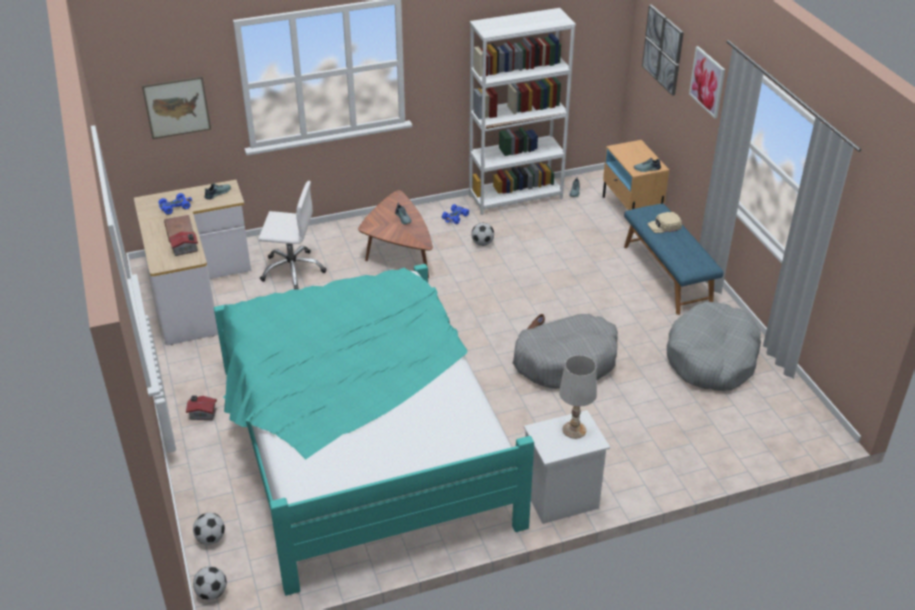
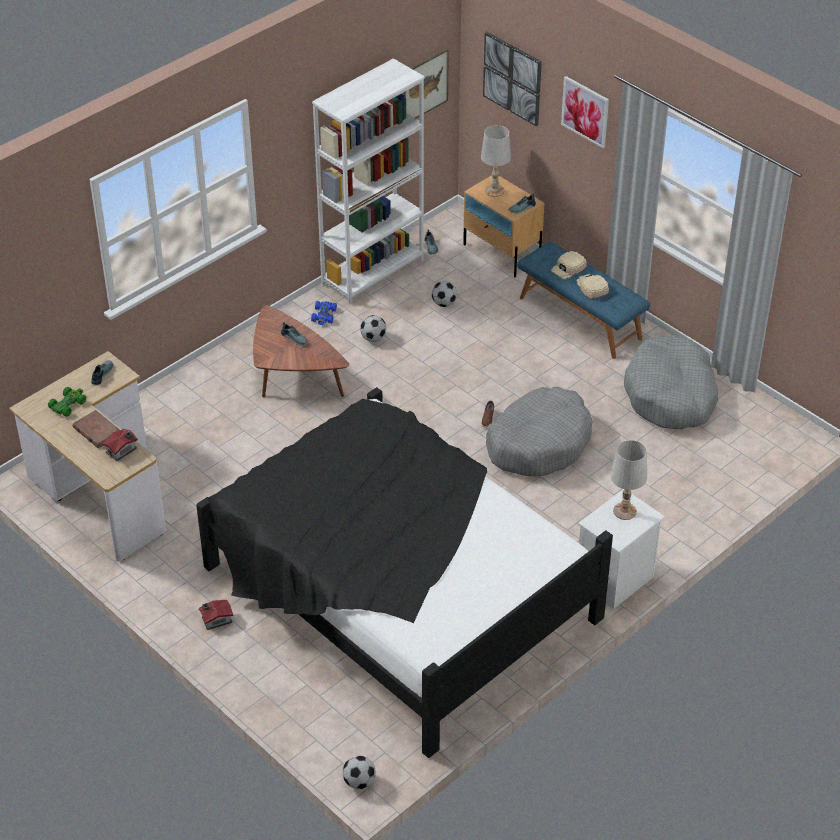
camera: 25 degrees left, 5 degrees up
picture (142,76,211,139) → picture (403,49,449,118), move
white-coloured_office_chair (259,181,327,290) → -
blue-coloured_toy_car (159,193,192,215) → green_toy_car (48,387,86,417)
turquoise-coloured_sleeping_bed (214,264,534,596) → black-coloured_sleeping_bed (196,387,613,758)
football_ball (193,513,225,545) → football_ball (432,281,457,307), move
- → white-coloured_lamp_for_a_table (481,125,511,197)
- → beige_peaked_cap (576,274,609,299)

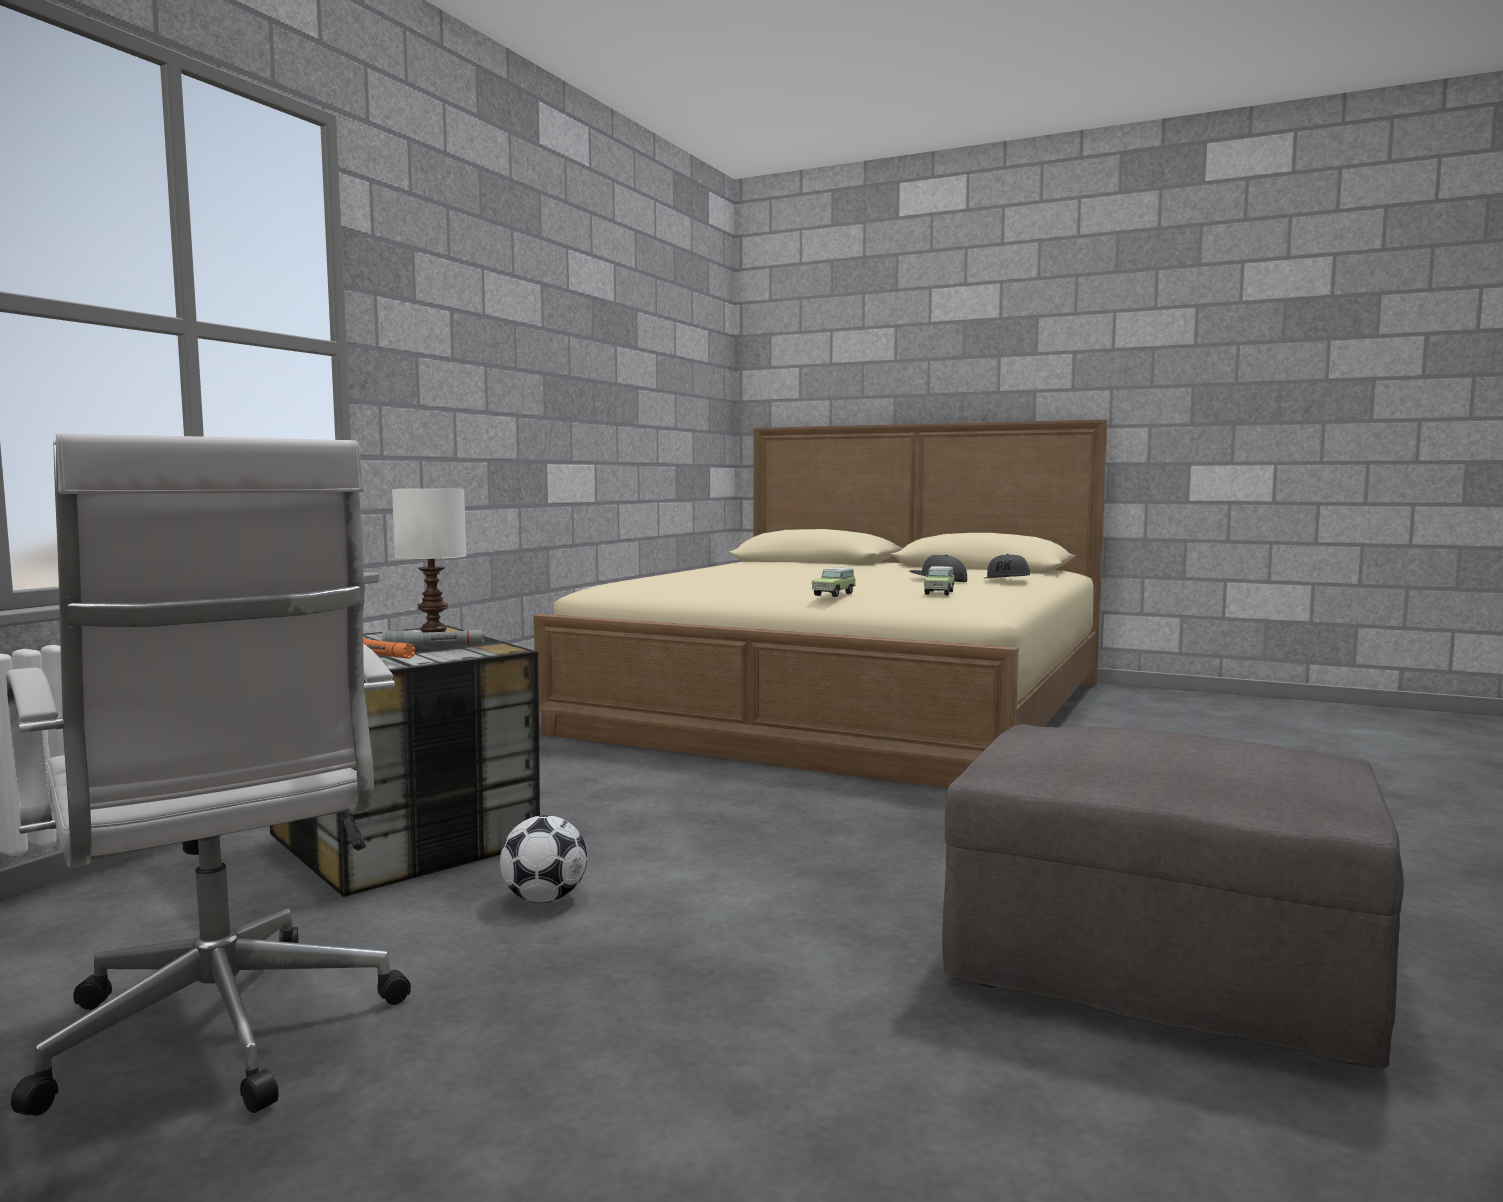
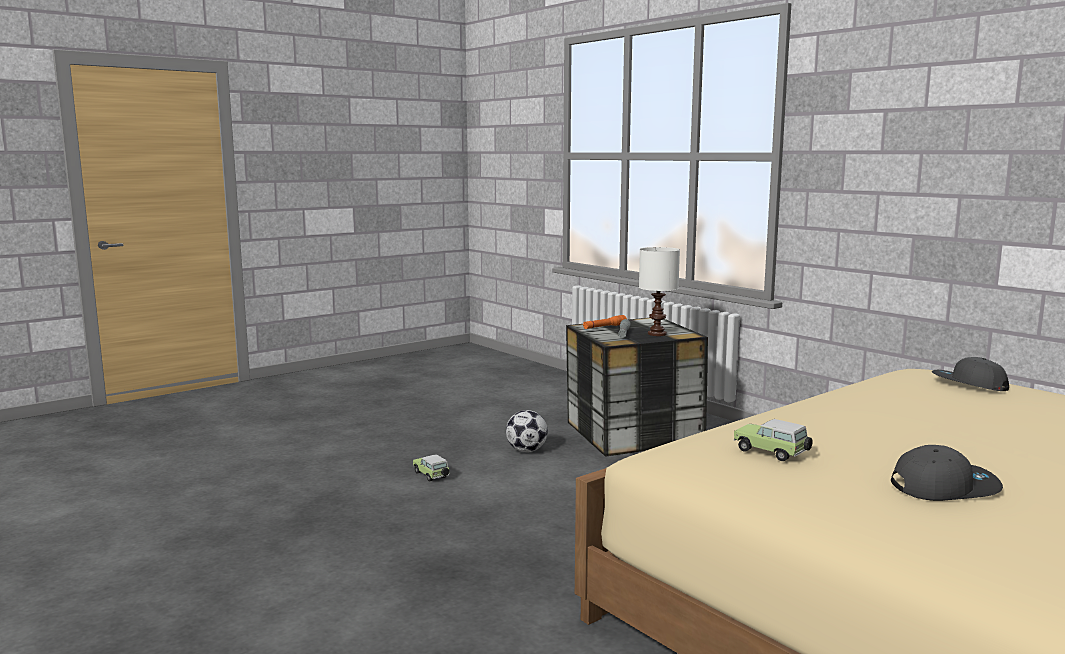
camera: 115 degrees right, 5 degrees up
white-coloured_office_chair (5,434,411,1116) → -
greyish_peaked_cap (985,554,1030,578) → greyish_peaked_cap (932,357,1009,391), move
toy_car (812,568,856,597) → toy_car (413,454,450,481), move
greyish_ottoman (942,724,1404,1069) → -

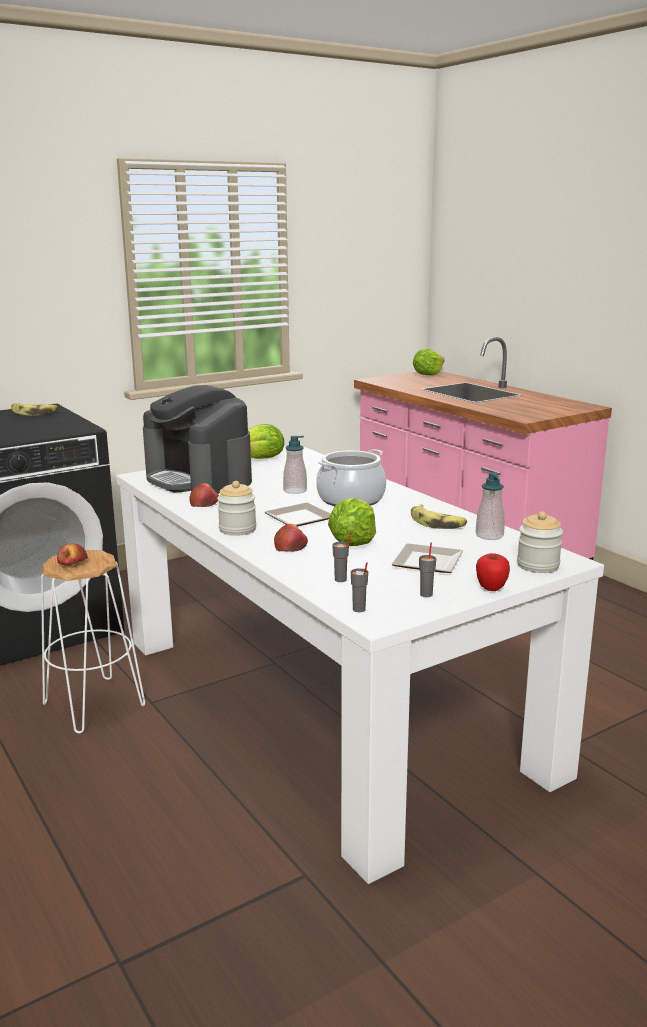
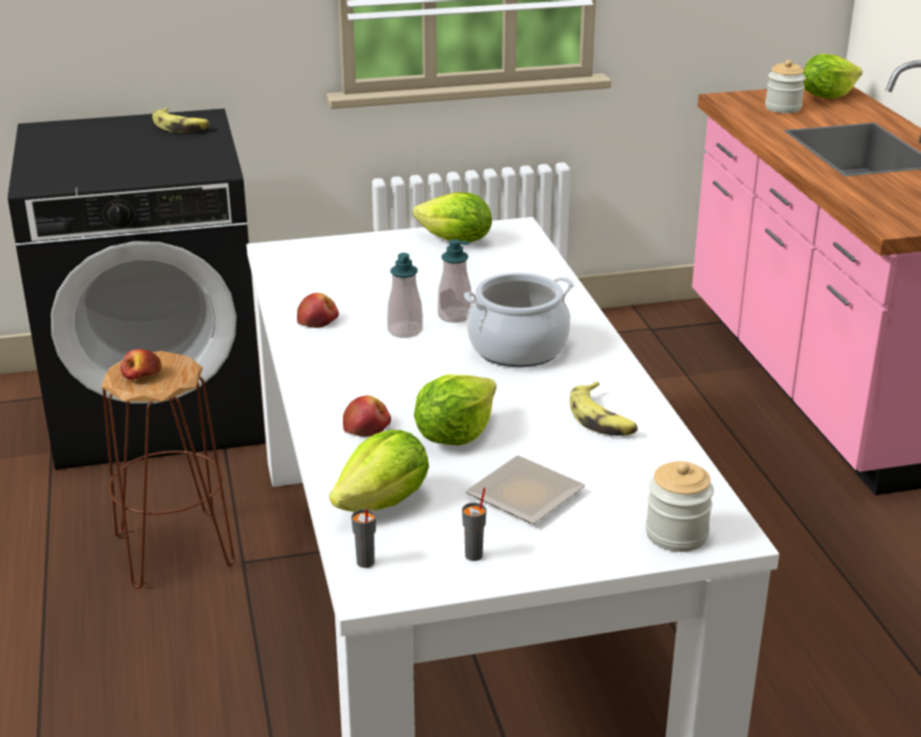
camera: 20 degrees right, 10 degrees up
coffee_brewer (143,385,252,494) → -
soap_bottle (476,472,505,540) → soap_bottle (387,253,423,338), move
preserve_jar (217,481,256,536) → preserve_jar (765,60,806,113), move
dinner_plate (265,503,330,527) → -
greyish_small_cup (332,532,352,582) → head_of_lettuce (329,430,429,512)
white-coloured_stool_seat (41,550,145,734) → brown-coloured_stool_seat (101,351,235,589)
whole_apple (476,553,510,591) → -

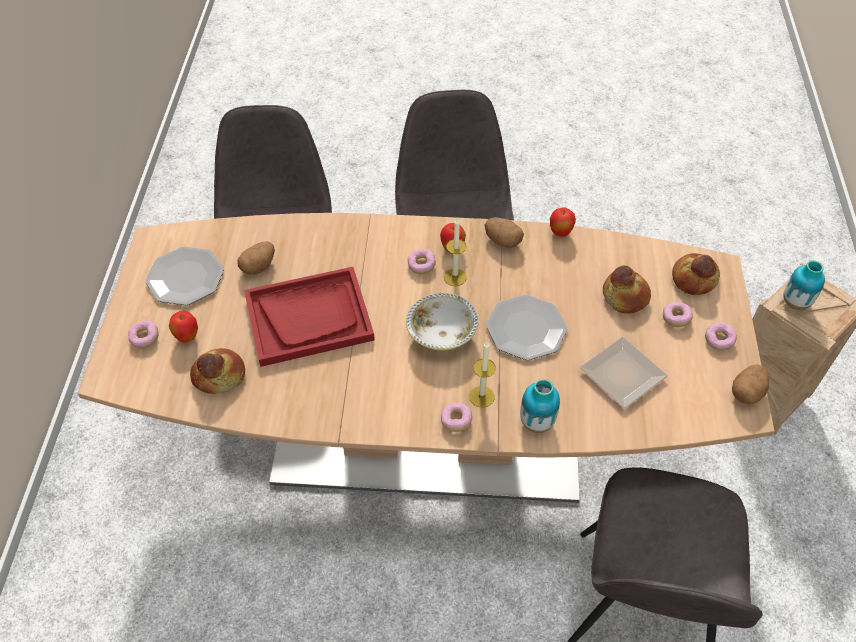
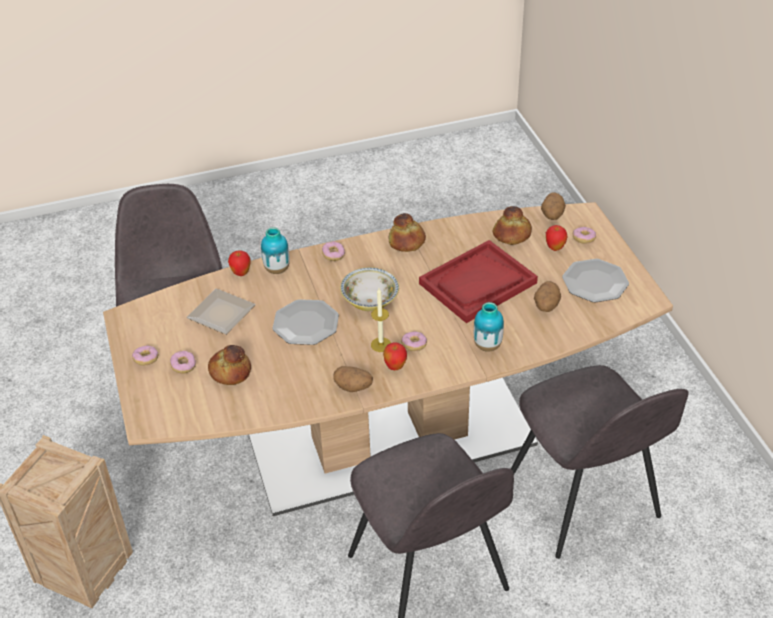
camera: 160 degrees right, 10 degrees down
whole_apple (550,207,576,237) → whole_apple (228,250,250,276), move
baked_bread (672,253,720,295) → baked_bread (389,213,426,252), move
vase (783,260,825,310) → vase (474,302,504,352), move
candle (469,342,496,407) → -
whole_potato (732,364,769,404) → whole_potato (541,192,566,220), move

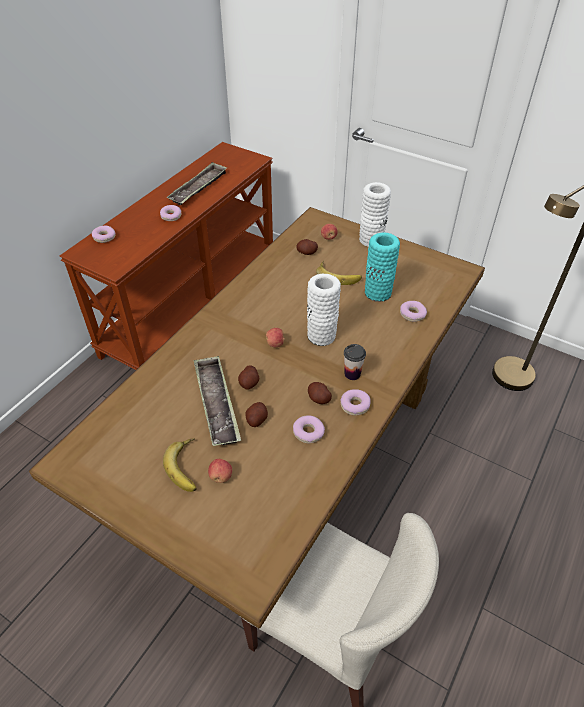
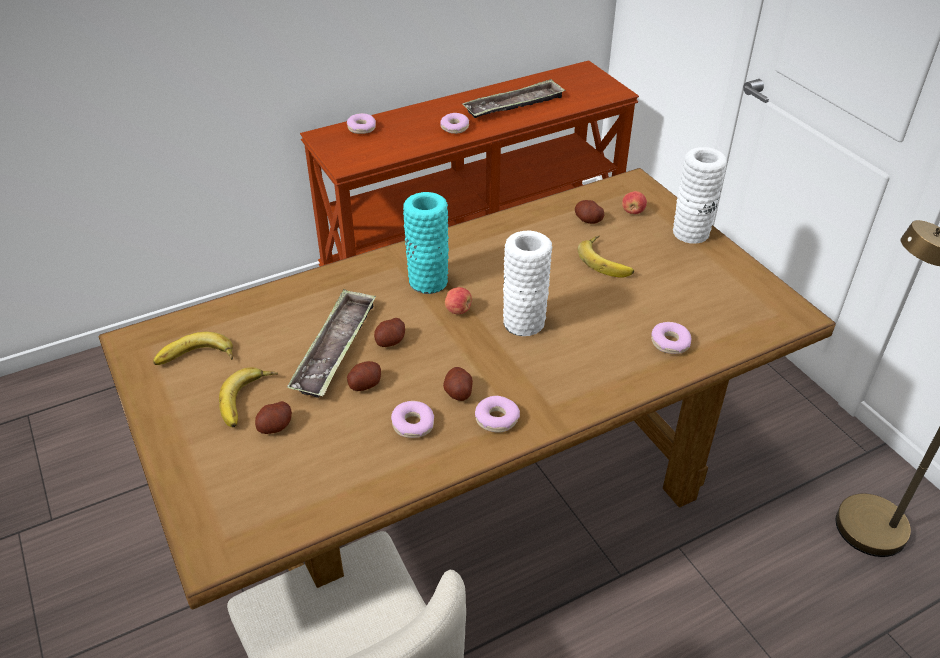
camera: 30 degrees right, 5 degrees down
turquoise-coloured_vase (365,232,400,302) → turquoise-coloured_vase (403,192,449,294), move
small_cup (344,344,366,380) → -
whole_apple (208,459,232,483) → whole_potato (255,401,292,434)
- → whole_banana (153,332,233,365)

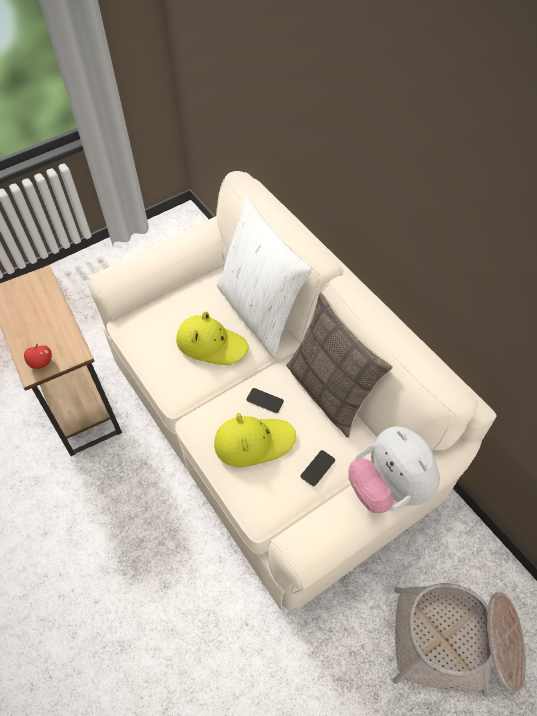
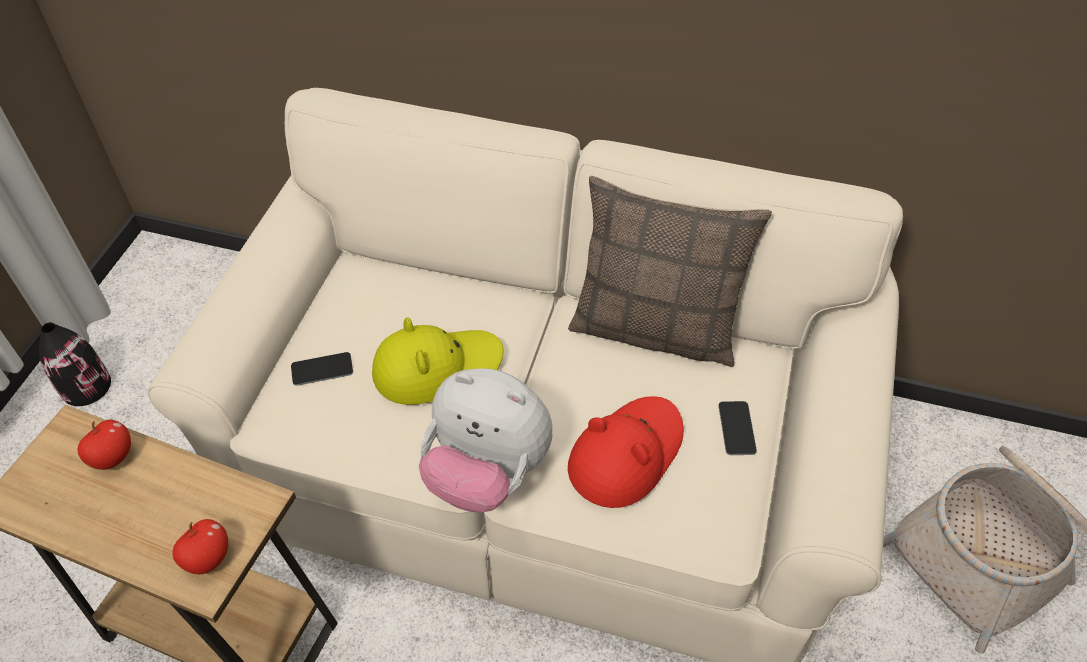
camera: 40 degrees left, 5 degrees down
white-coloured_throw_pillow (217,197,312,358) → -
phone (246,388,284,413) → phone (291,352,353,386), move
yellow_clothing_hat (214,413,296,467) → red_clothing_hat (568,396,684,508)
cuddly_toy (349,426,440,513) → cuddly_toy (419,368,553,513), move
- → black-coloured_vase (39,323,111,406)
- → whole_apple (78,420,131,470)

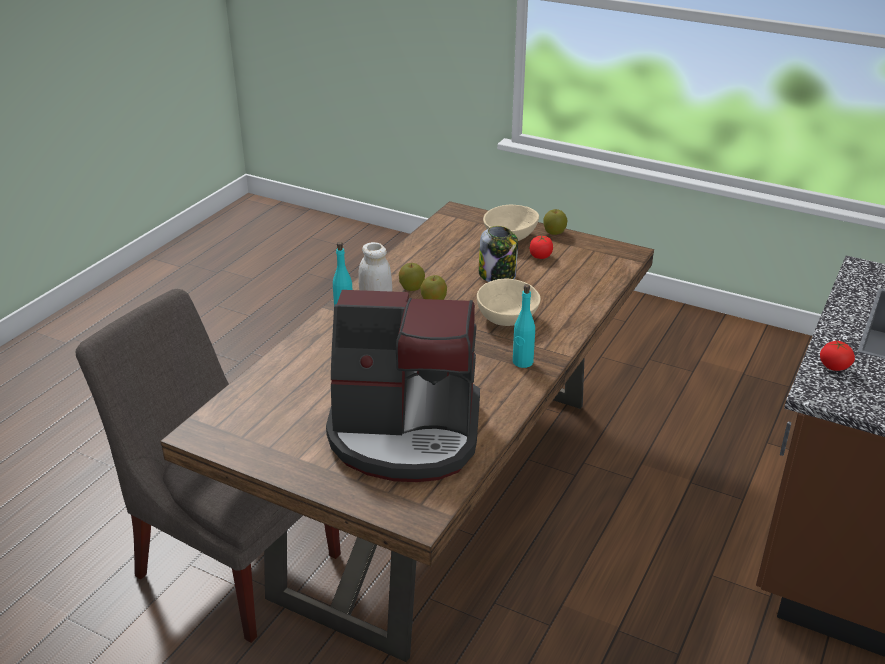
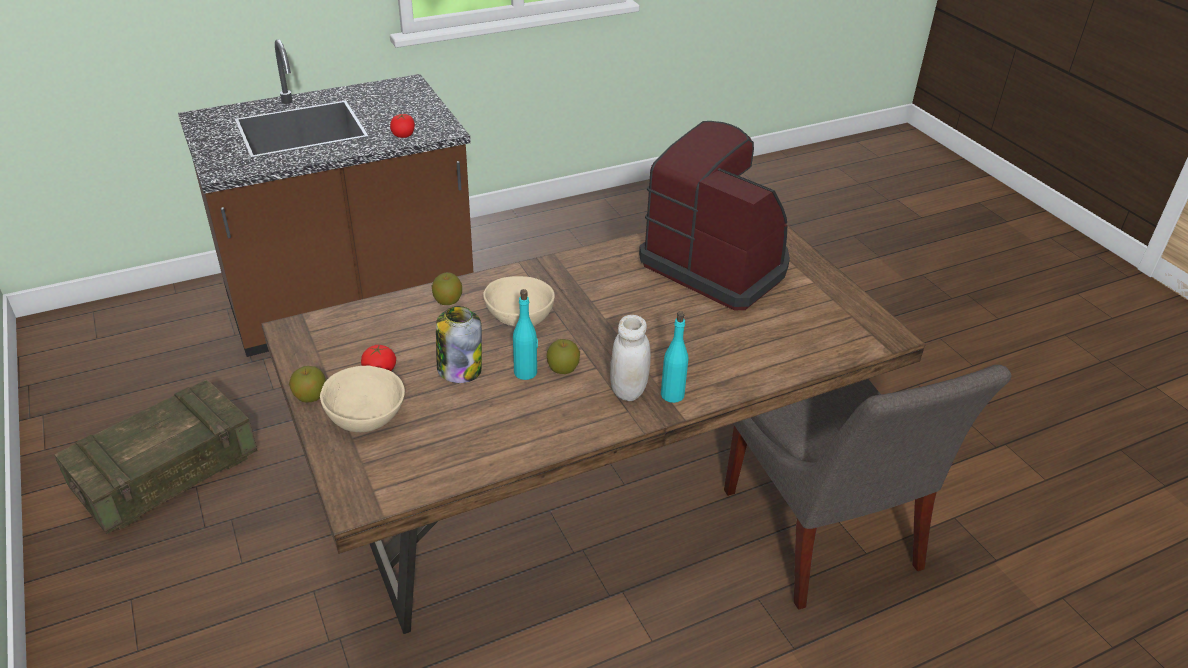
camera: 145 degrees left, 5 degrees up
whole_apple (399,263,425,291) → whole_apple (432,272,462,305), move
turquoise-coloured_drink_bottle (513,284,535,368) → turquoise-coloured_drink_bottle (513,289,538,380), move
- → crate (54,379,257,534)

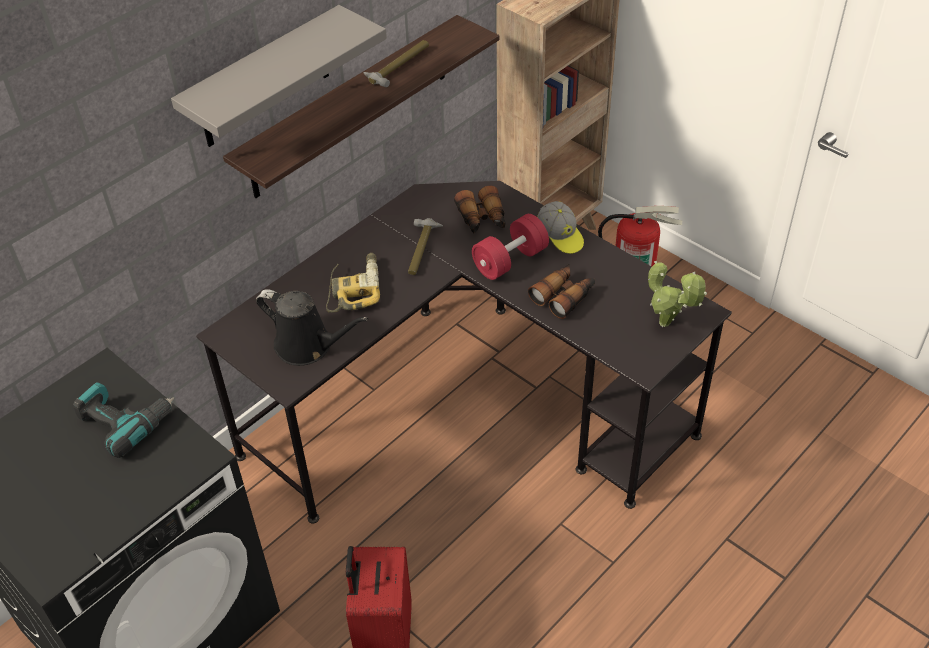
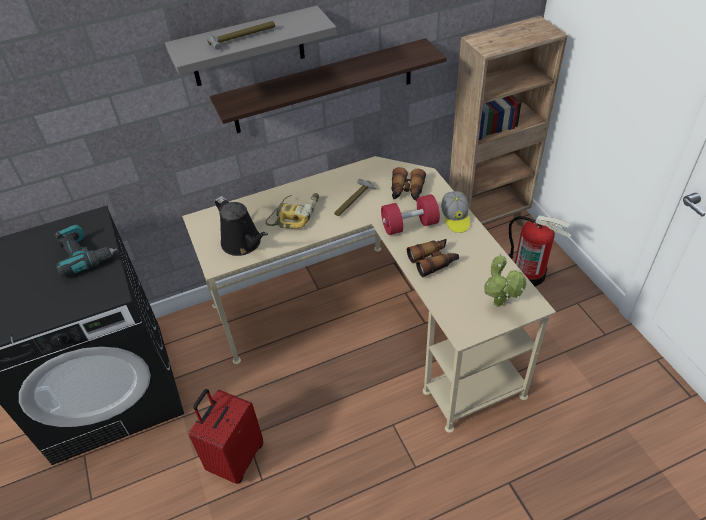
camera: 25 degrees right, 0 degrees up
tool_hammer (363,40,429,87) → tool_hammer (207,21,275,50), move
black-coloured_desk_table (196,181,732,523) → beige_desk_table (182,156,556,433)

